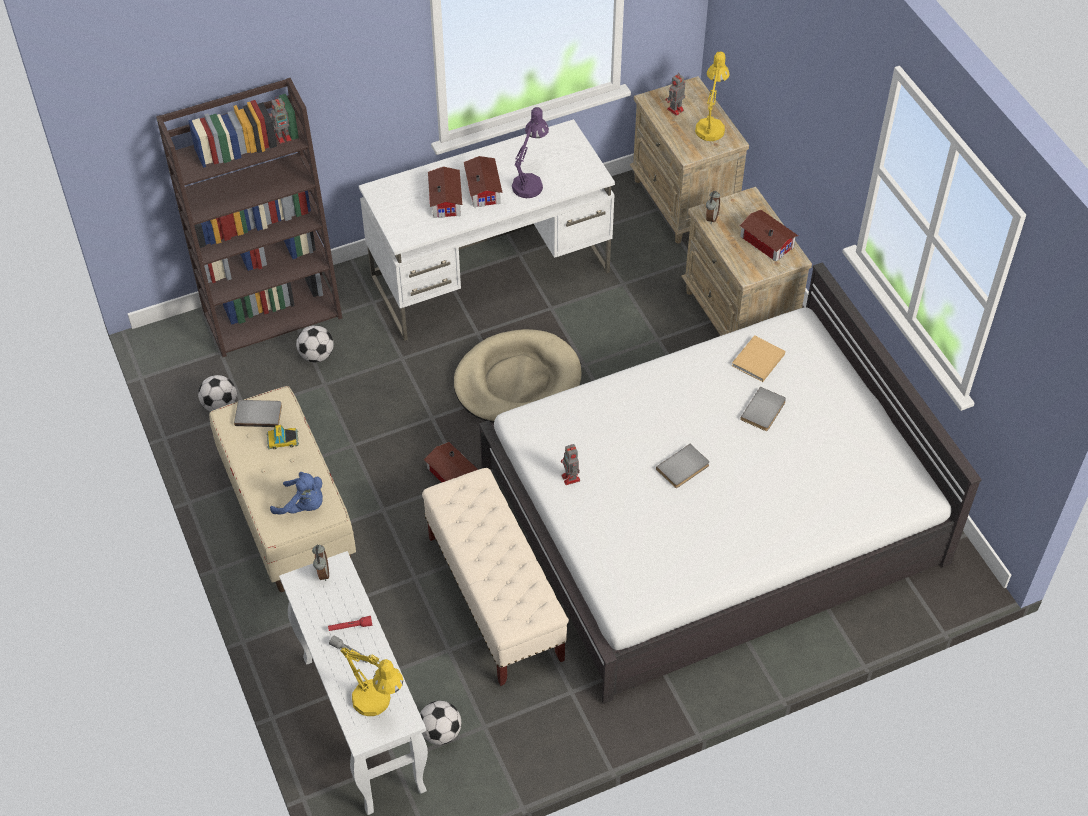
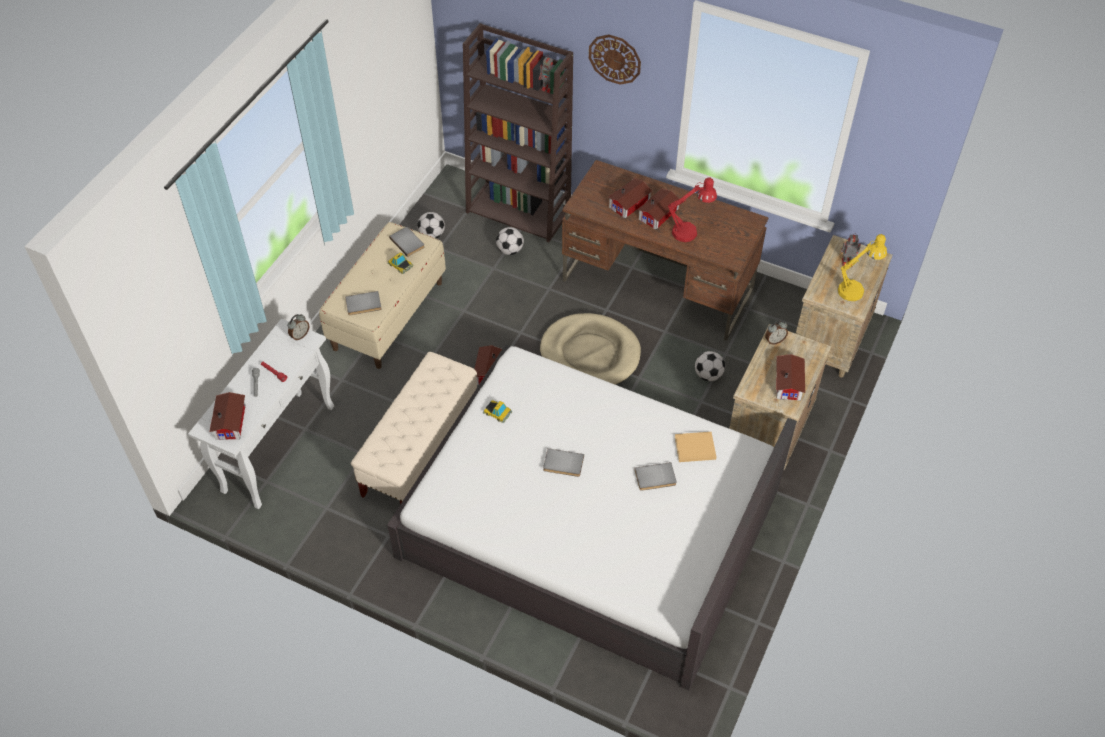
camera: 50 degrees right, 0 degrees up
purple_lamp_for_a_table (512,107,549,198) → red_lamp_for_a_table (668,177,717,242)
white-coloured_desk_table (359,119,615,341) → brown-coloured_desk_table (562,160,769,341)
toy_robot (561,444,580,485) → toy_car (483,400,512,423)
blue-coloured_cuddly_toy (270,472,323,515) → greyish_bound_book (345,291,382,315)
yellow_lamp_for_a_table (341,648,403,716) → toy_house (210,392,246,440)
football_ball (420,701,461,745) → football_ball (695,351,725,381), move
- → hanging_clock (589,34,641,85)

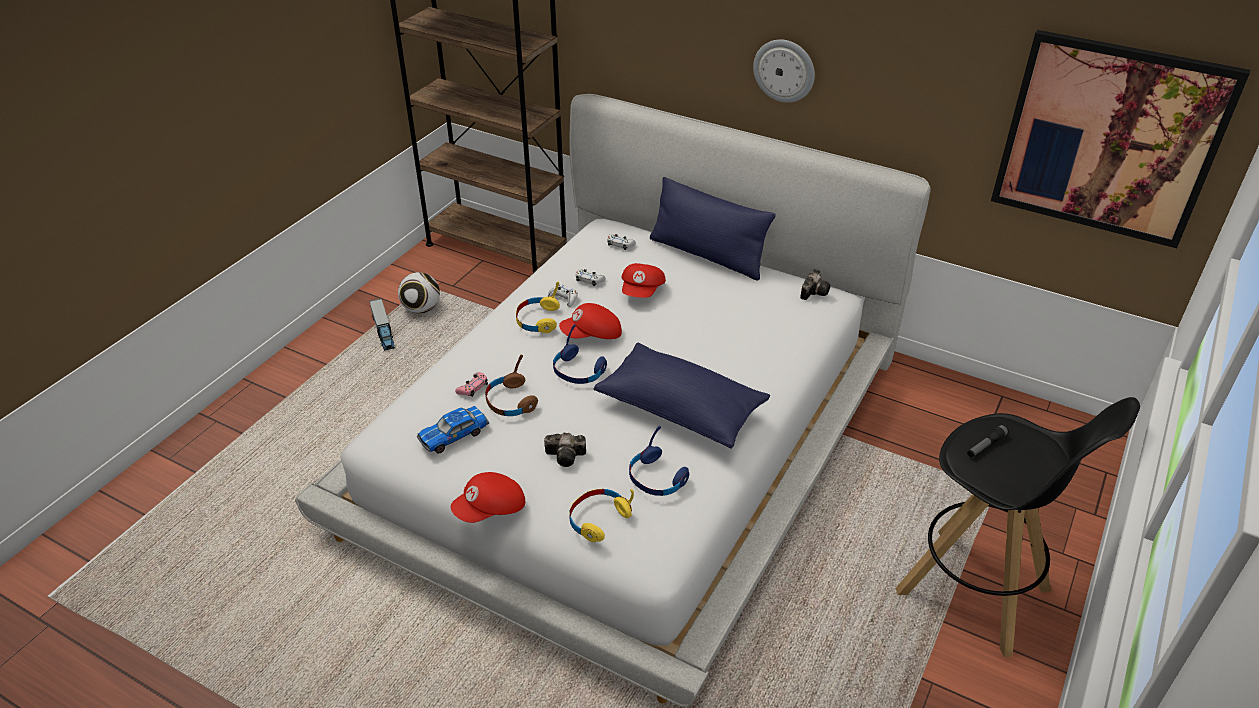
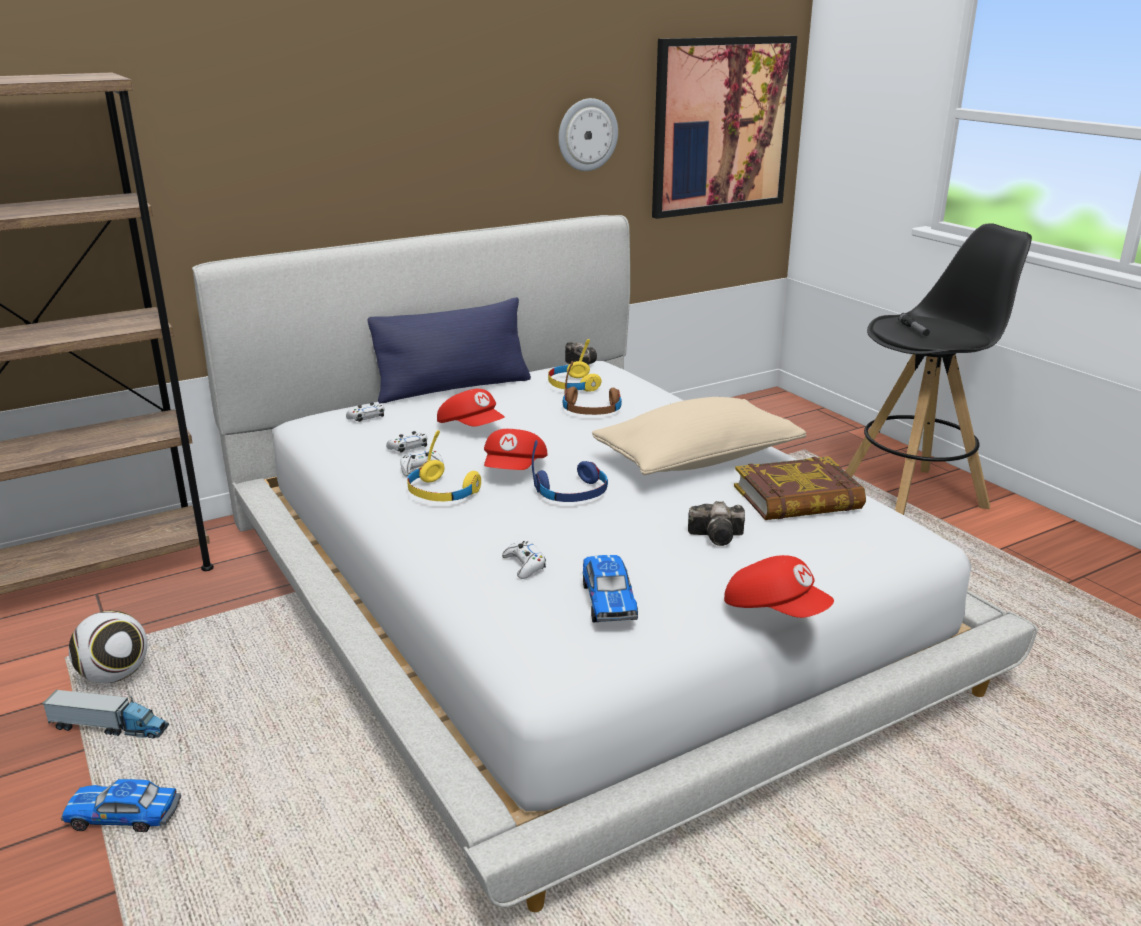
camera: 60 degrees left, 15 degrees down
hanging_clock (753,39,815,103) → hanging_clock (559,98,618,171), move
blue-coloured_throw_pillow (594,343,770,449) → beige_throw_pillow (592,397,806,475)
brown-coloured_pair_of_headphones (485,355,538,416) → brown-coloured_pair_of_headphones (563,361,622,415), move
pink-coloured_game_controller (455,372,488,397) → white-coloured_game_controller (502,541,546,579)
blue-coloured_pair_of_headphones (629,426,689,496) → bound_book (734,456,866,520)
photo_camera (544,433,586,467) → photo_camera (688,501,745,546), 60 degrees clockwise
red_peaked_cap (451,472,525,523) → red_peaked_cap (724,555,834,618), 45 degrees counterclockwise
yellow_pair_of_headphones (569,489,634,542) → yellow_pair_of_headphones (548,339,602,392), move
- → toy_car (61,779,181,832)

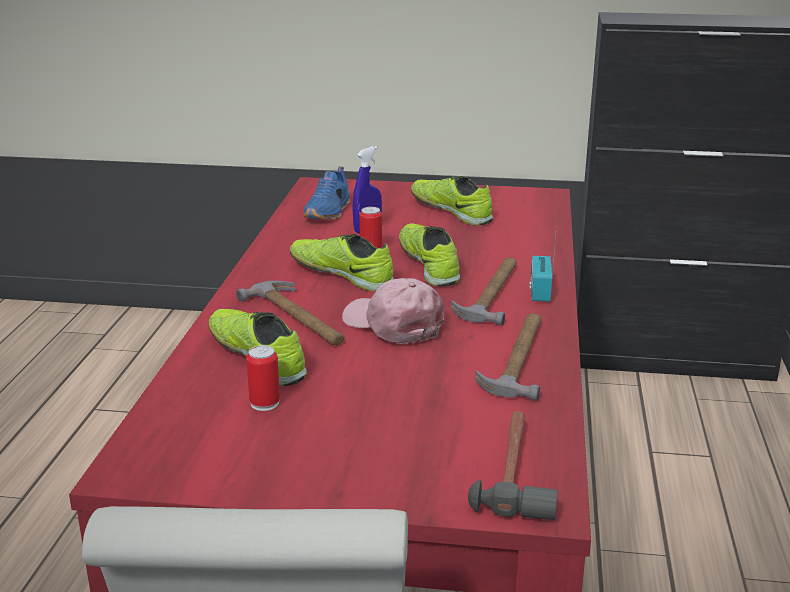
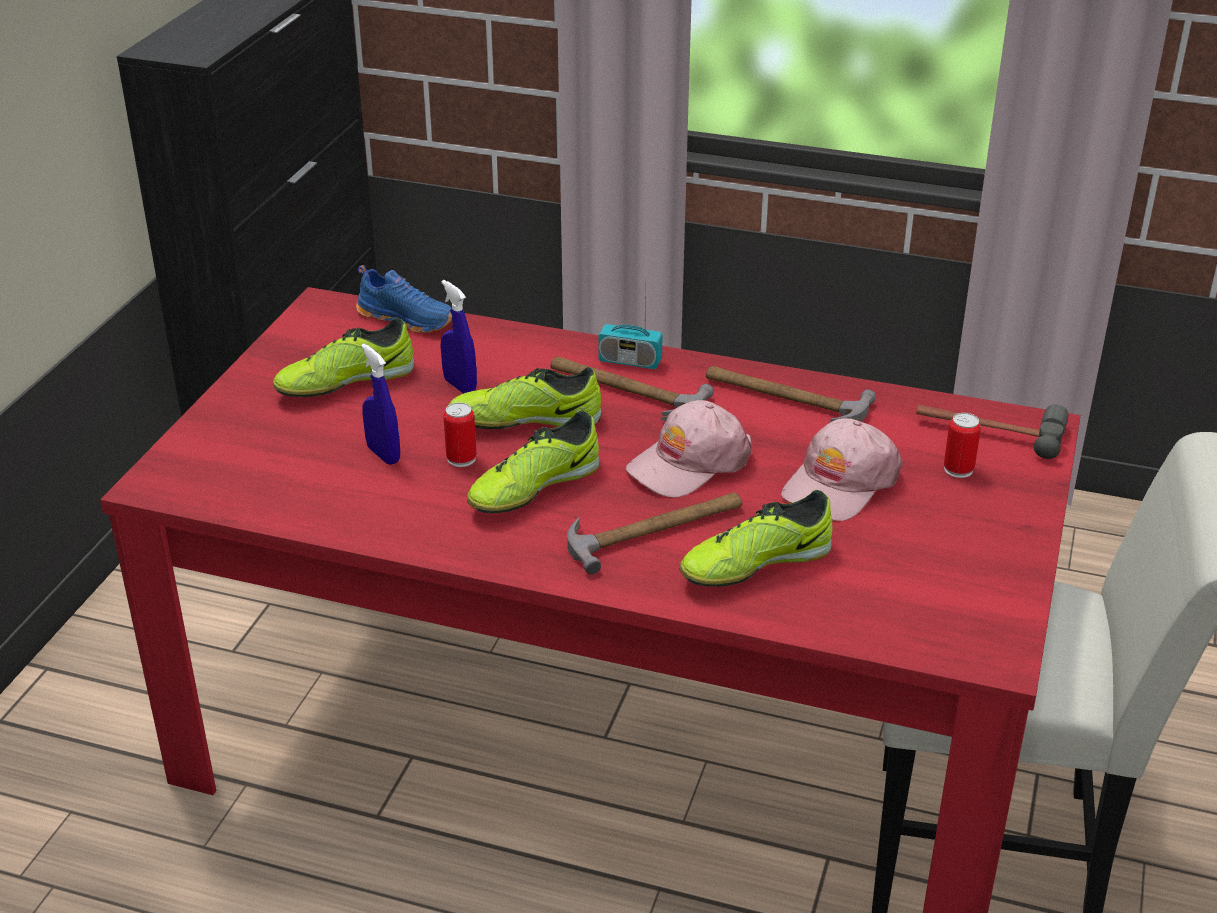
camera: 80 degrees left, 10 degrees up
blue-coloured_low_shoe (304,166,350,220) → blue-coloured_low_shoe (356,265,452,333), move
sealed_can (246,345,280,411) → sealed_can (944,413,981,478), move
- → blue-coloured_spray_bottle (441,280,477,394)
- → pink-coloured_peaked_cap (781,418,903,521)

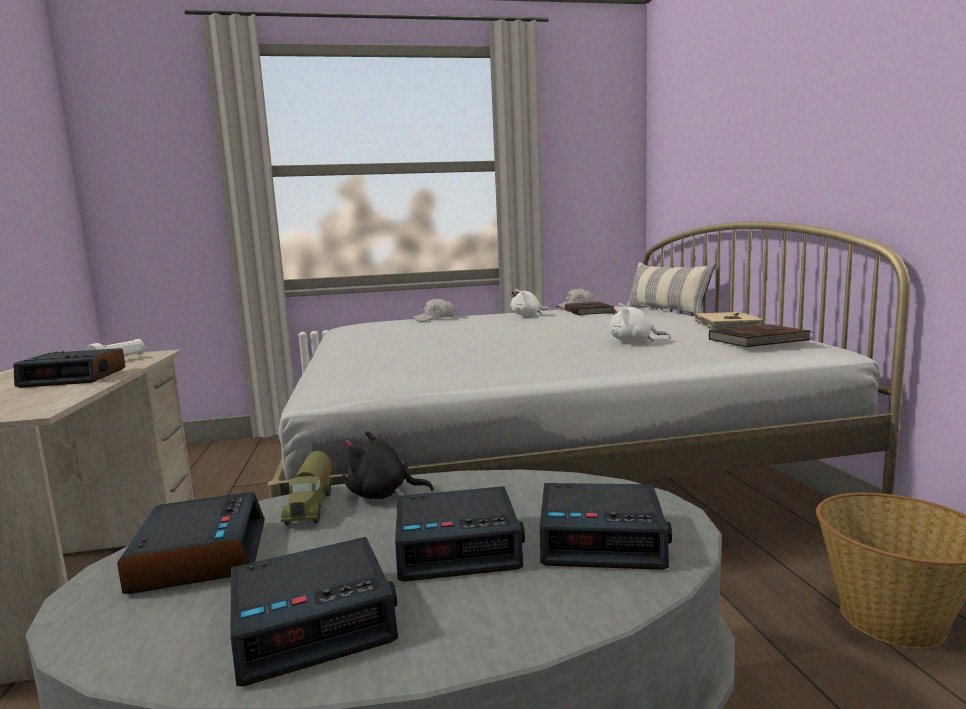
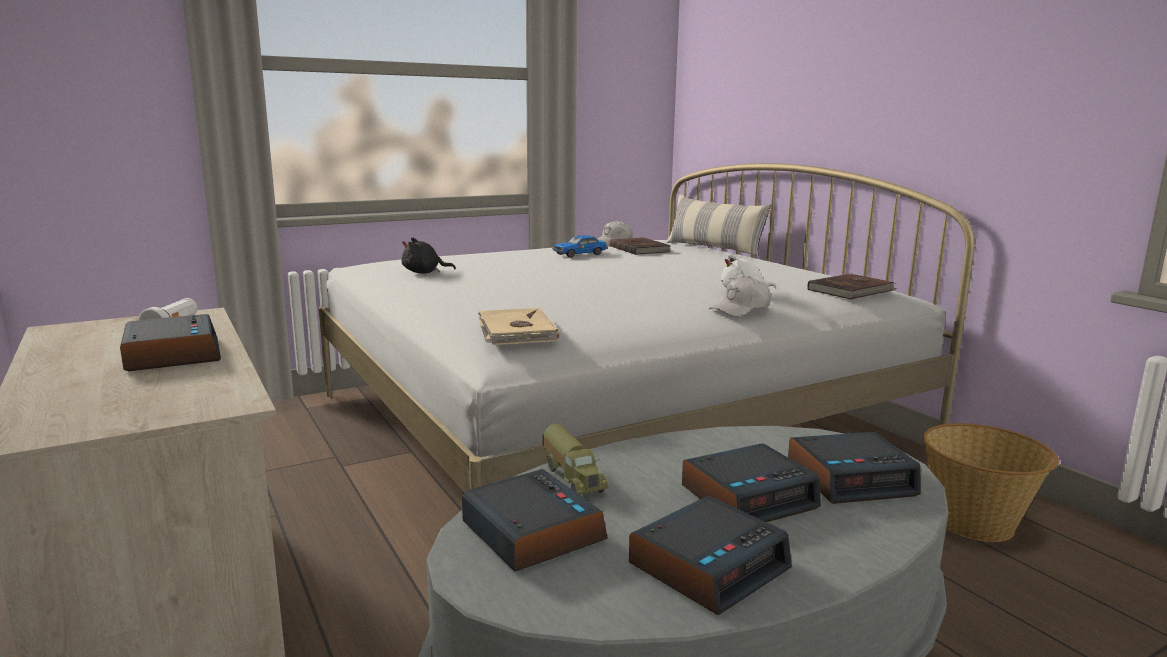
camera: 20 degrees left, 5 degrees up
white-coloured_cuddly_toy (511,289,551,316) → toy_car (552,235,608,258)
white-coloured_peaked_cap (412,298,454,321) → white-coloured_peaked_cap (709,276,771,316), move
beige_bound_book (694,312,764,330) → beige_bound_book (478,308,559,345), move
alarm_clock (13,348,125,388) → alarm_clock (120,314,221,371), 90 degrees counterclockwise
black-coloured_cuddly_toy (343,431,434,499) → black-coloured_cuddly_toy (401,237,456,273), move

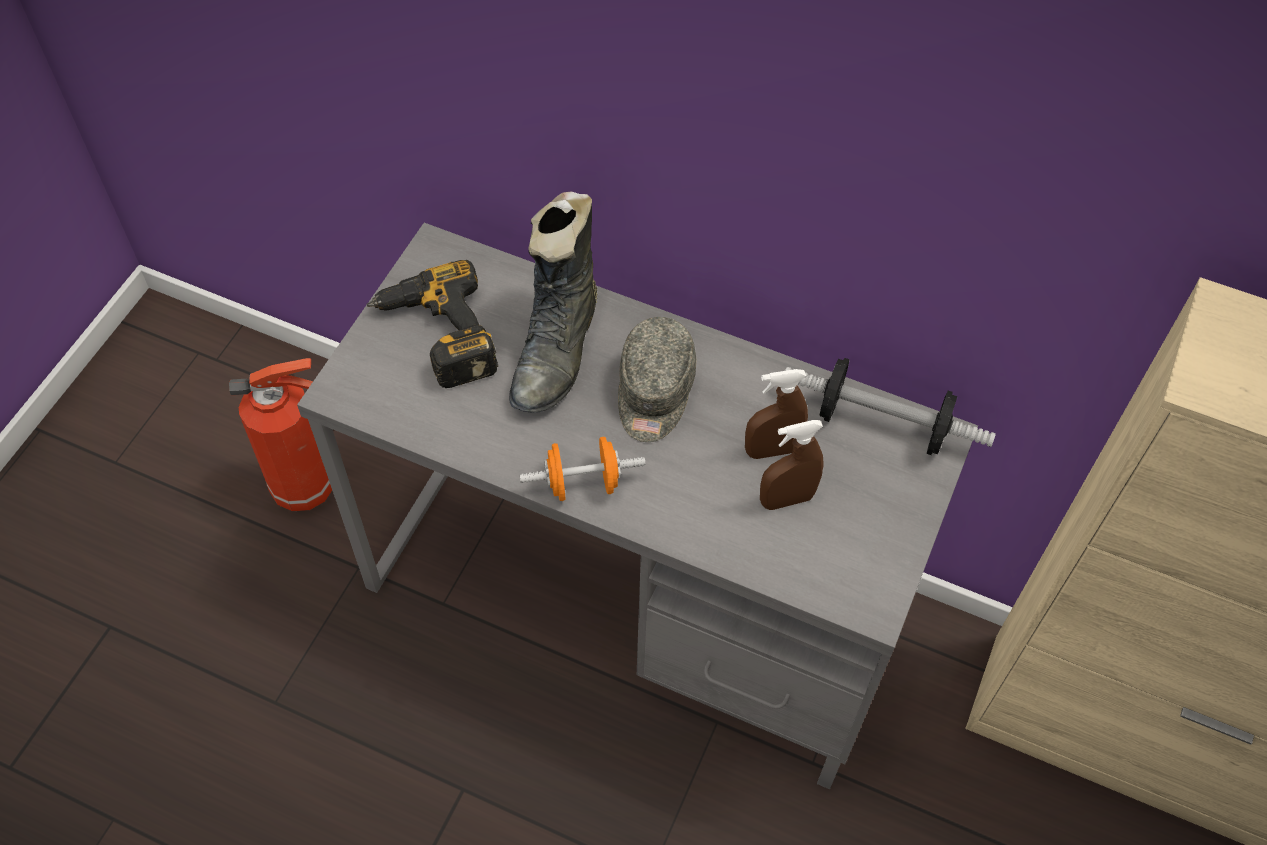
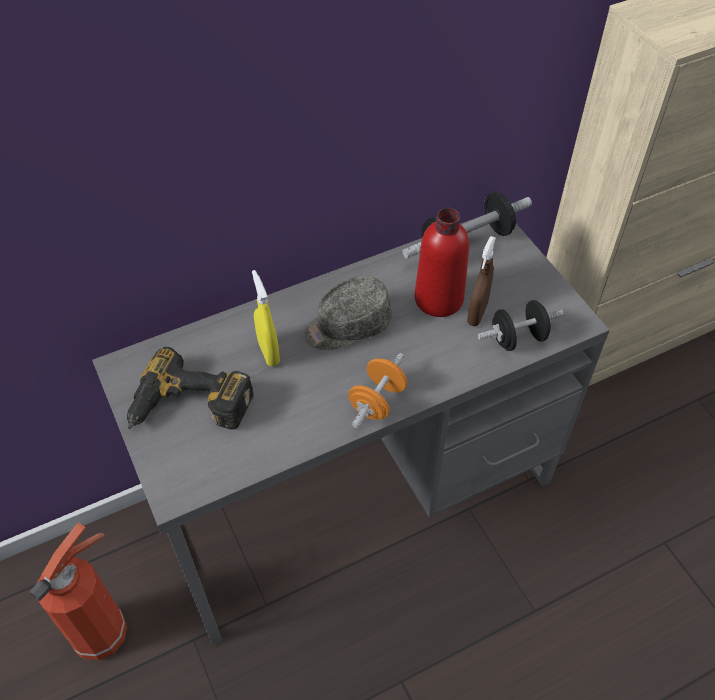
camera: 50 degrees left, 5 degrees down
black-coloured_boot (509,191,597,413) → yellow_spray_bottle (252,270,280,366)
greyish_peaked_cap (618,317,697,442) → greyish_peaked_cap (304,276,392,350), 105 degrees clockwise
brown-coloured_spray_bottle (745,369,808,459) → red_drink_bottle (415,208,469,317)
- → black-coloured_dumbbell (477,300,564,351)

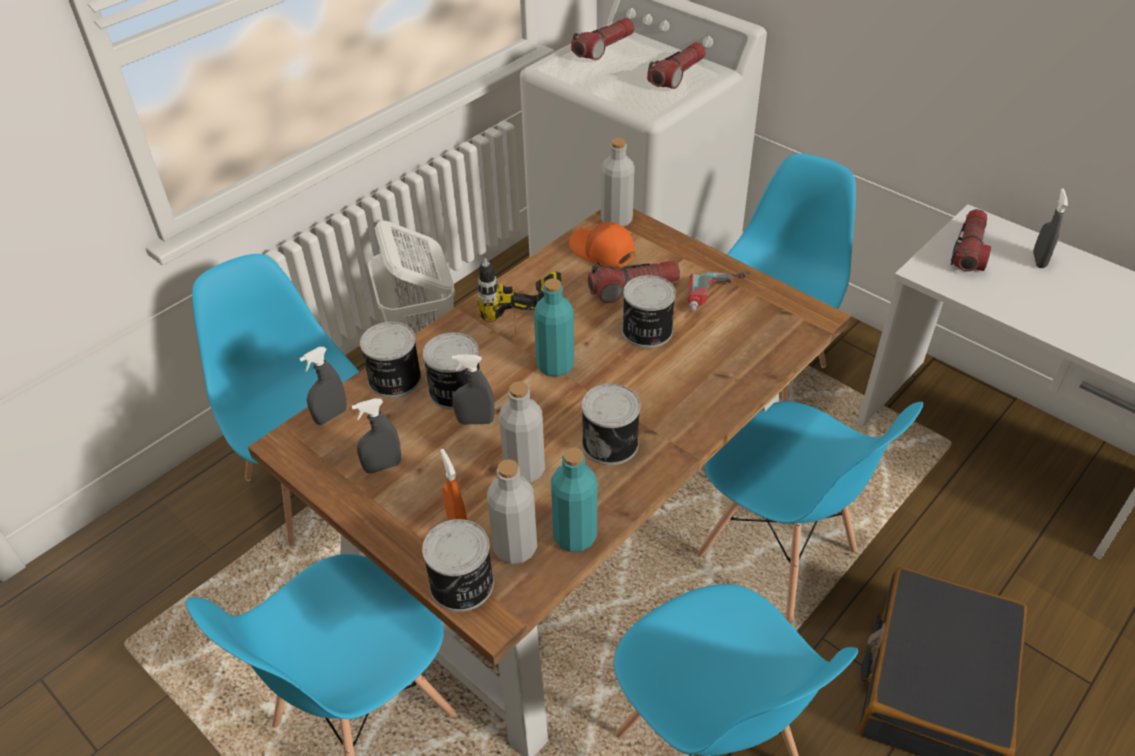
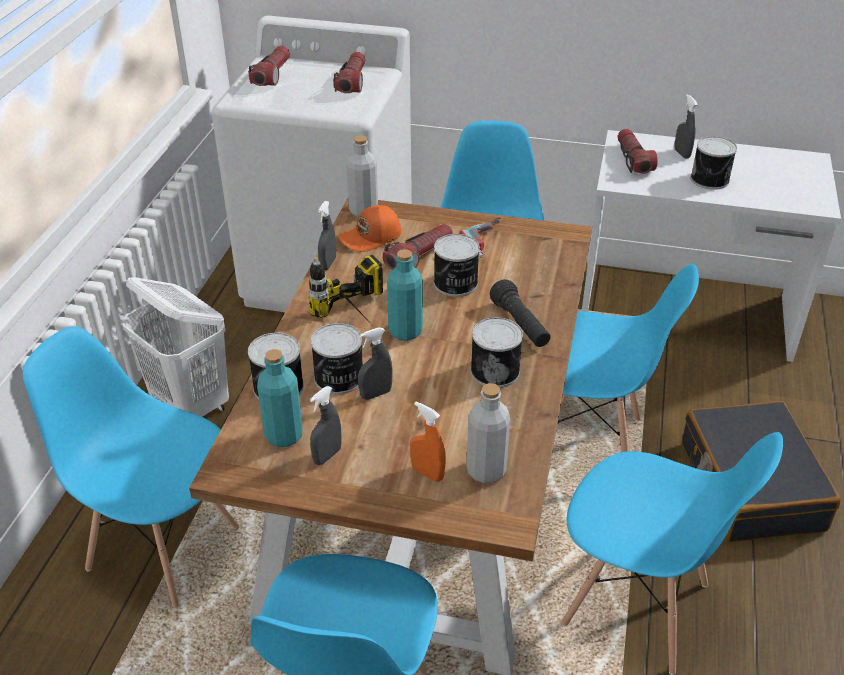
camera: 30 degrees left, 5 degrees down
orange-coloured_peaked_cap (569,222,635,269) → orange-coloured_peaked_cap (339,205,401,252), 45 degrees counterclockwise
greyish_spray_bottle (299,347,347,425) → greyish_spray_bottle (318,201,336,270), move
greyish_drink_bottle (499,381,545,483) → -
turquoise-coloured_drink_bottle (551,447,597,552) → turquoise-coloured_drink_bottle (257,349,303,447), move
sealed_can (422,519,494,612) → sealed_can (690,136,737,190), move
- → black-coloured_flashlight (490,279,551,347)

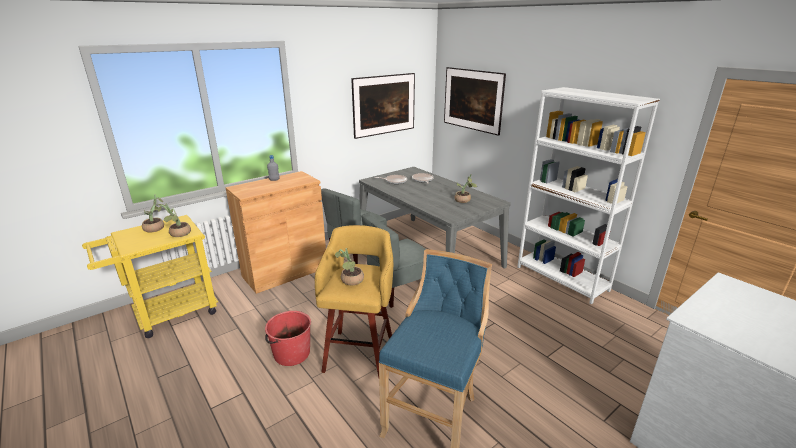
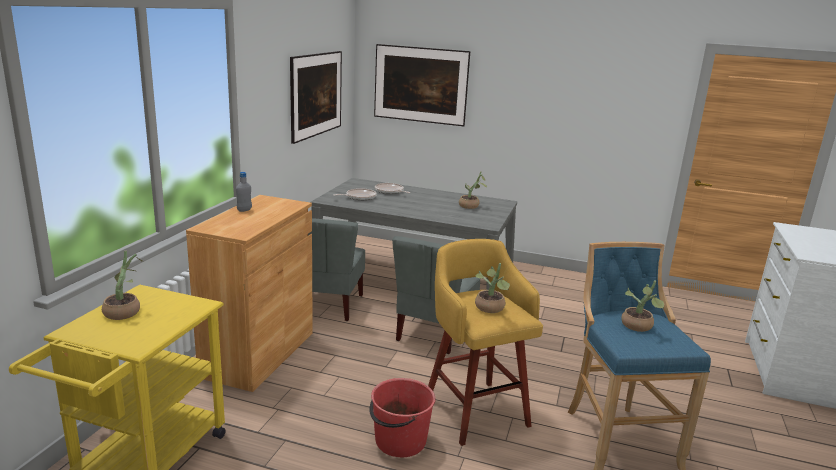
camera: 35 degrees left, 5 degrees down
white-coloured_bookshelf (517,87,660,304) → -
houseplant (157,204,191,237) → houseplant (621,280,664,332), move

